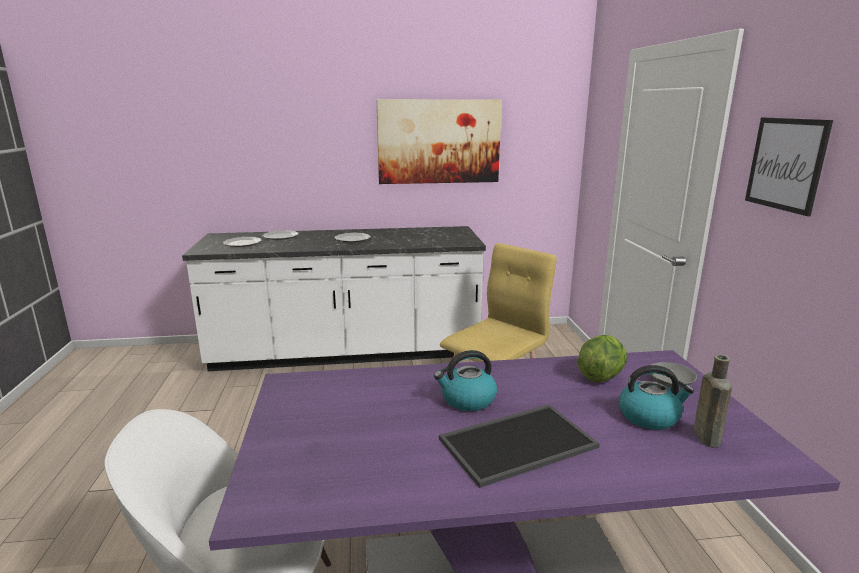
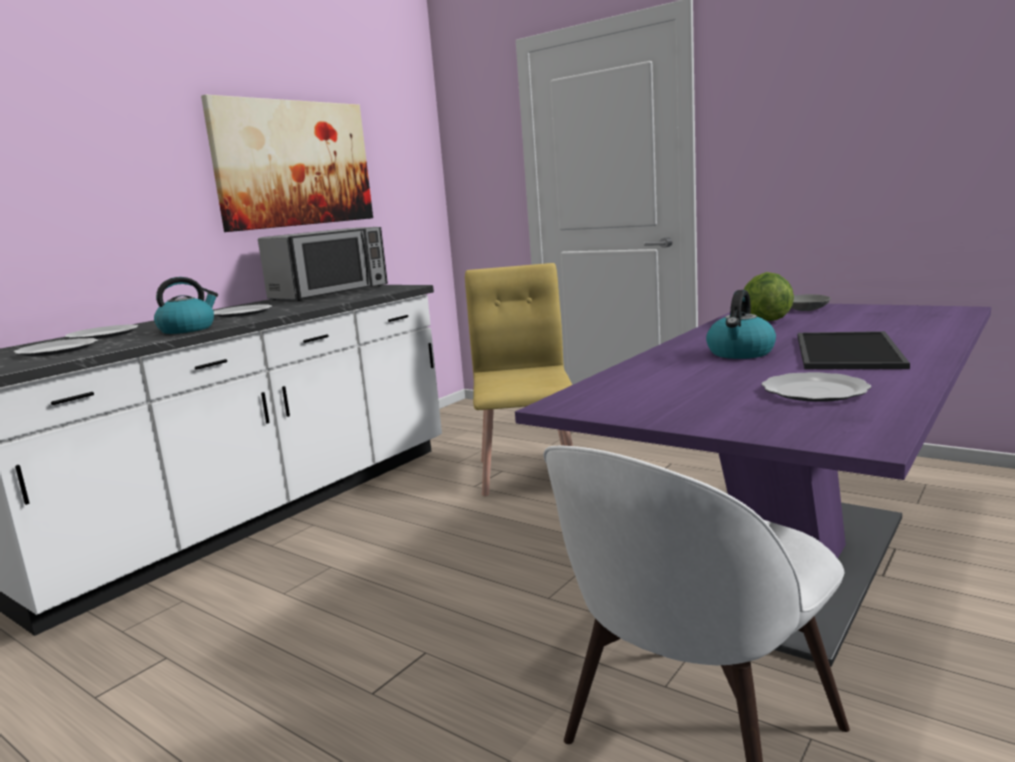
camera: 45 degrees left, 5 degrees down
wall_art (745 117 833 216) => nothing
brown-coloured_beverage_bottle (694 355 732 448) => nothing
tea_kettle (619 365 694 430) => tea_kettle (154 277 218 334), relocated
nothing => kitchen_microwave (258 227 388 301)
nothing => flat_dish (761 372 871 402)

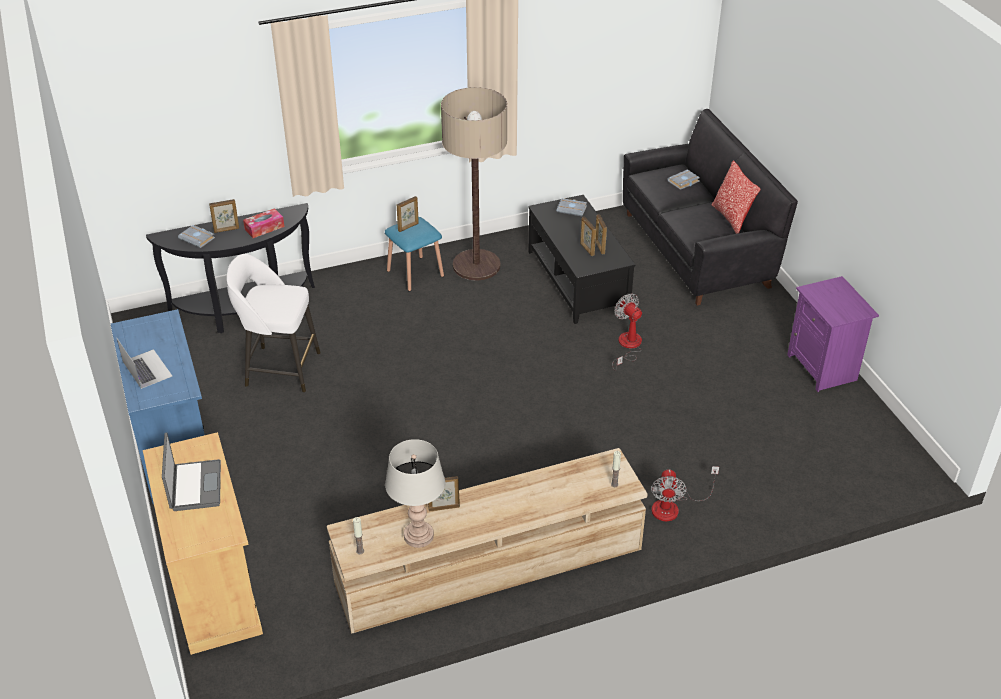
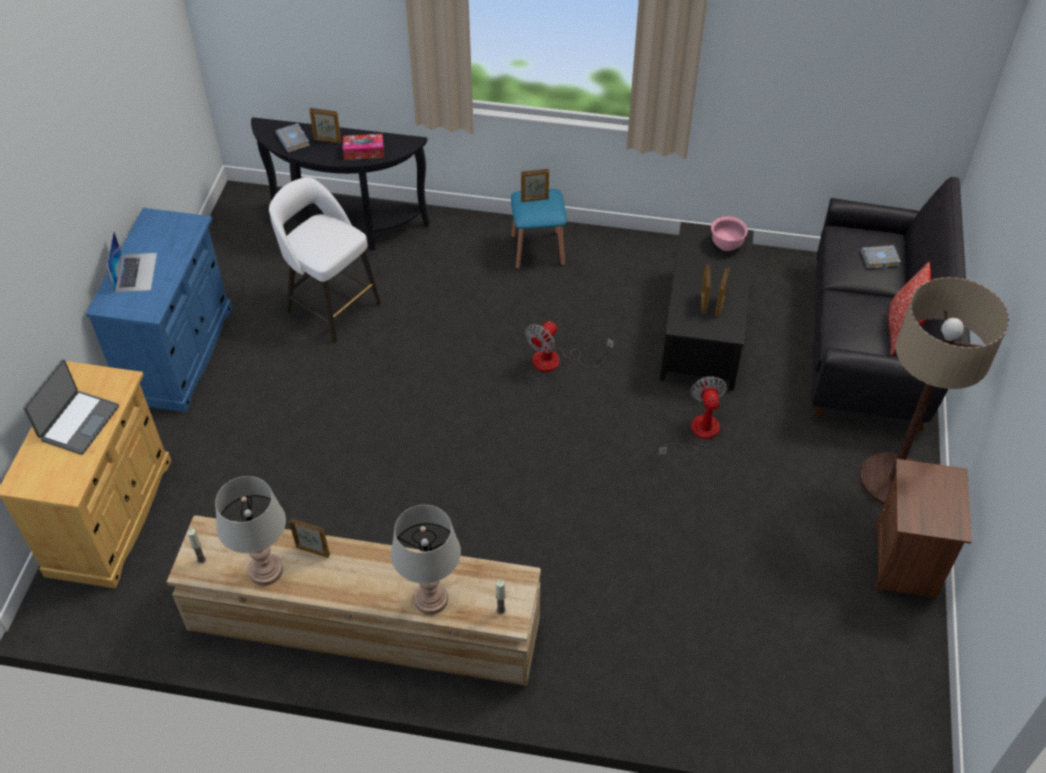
camera: 30 degrees right, 10 degrees up
standard_lamp (441 87 507 281) => standard_lamp (860 277 1009 505), relocated
greyish_volume (557 198 587 216) => pink_serving_bowl (711 216 748 251)
purple-coloured_nightstand (787 276 879 392) => brown-coloured_nightstand (875 459 972 598)
cooling_fan (651 466 719 521) => cooling_fan (525 321 614 372), relocated
nothing => greyish_tabletop_lamp (391 505 461 615)

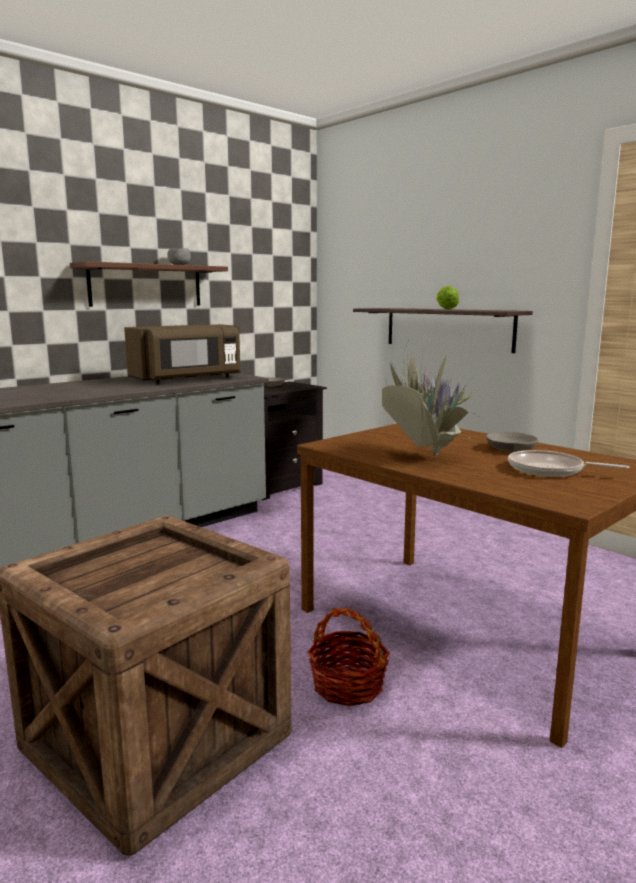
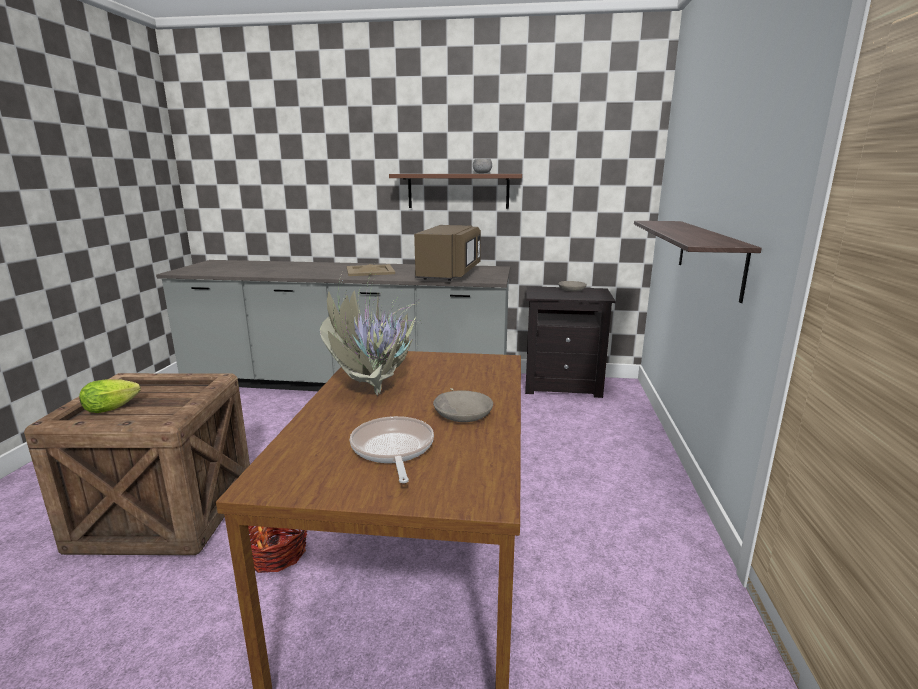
camera: 50 degrees right, 5 degrees up
head_of_lettuce (436 286 459 310) => head_of_lettuce (79 379 140 413), relocated
brown-coloured_kitchen_microwave (124 324 241 383) => brown-coloured_kitchen_microwave (414 225 481 281), 90 degrees counterclockwise
nothing => beige_carrying_tray (347 264 395 276)

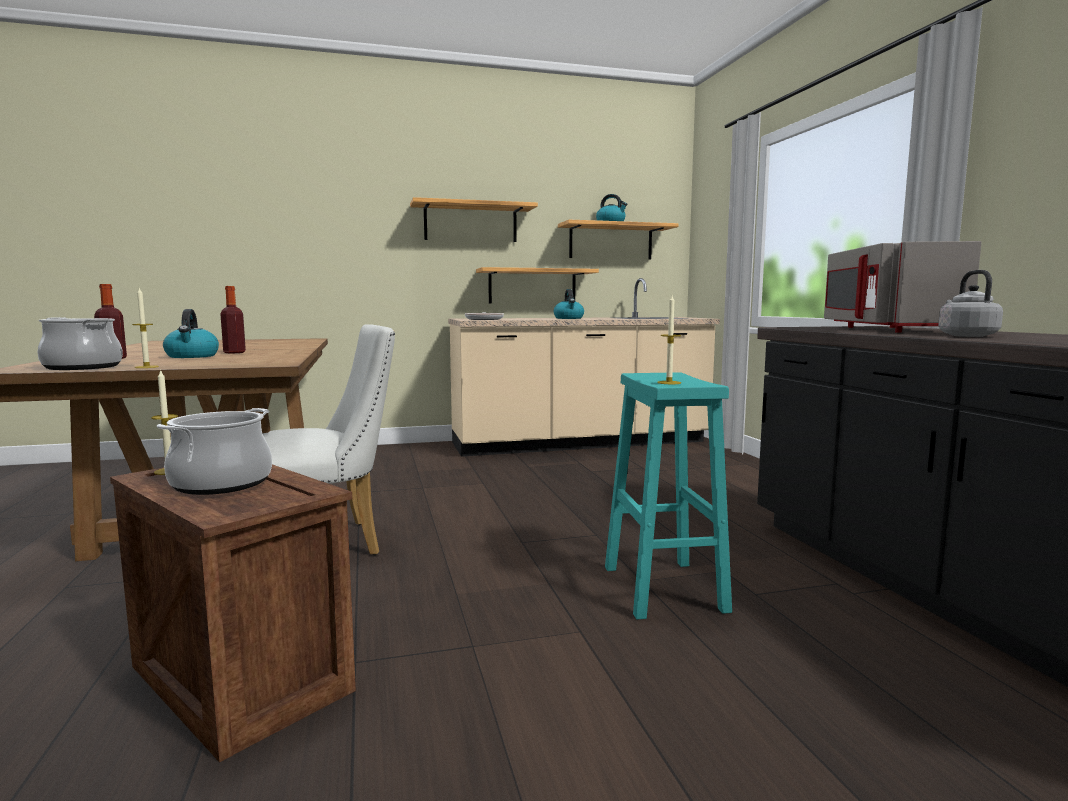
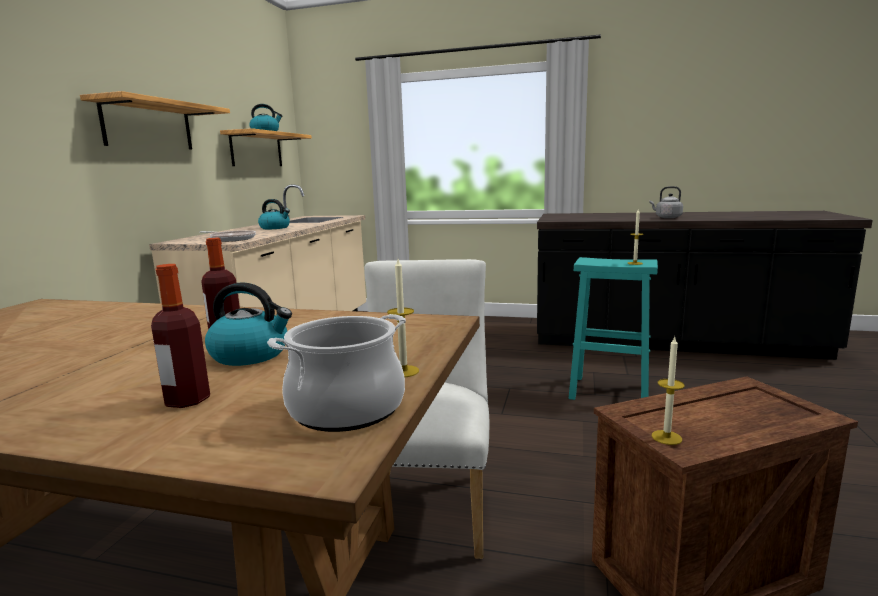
camera: 60 degrees left, 5 degrees up
greyish_kitchen_microwave (824 241 982 333) => nothing
shelf (476 267 599 303) => nothing
stockpot (157 408 272 495) => nothing

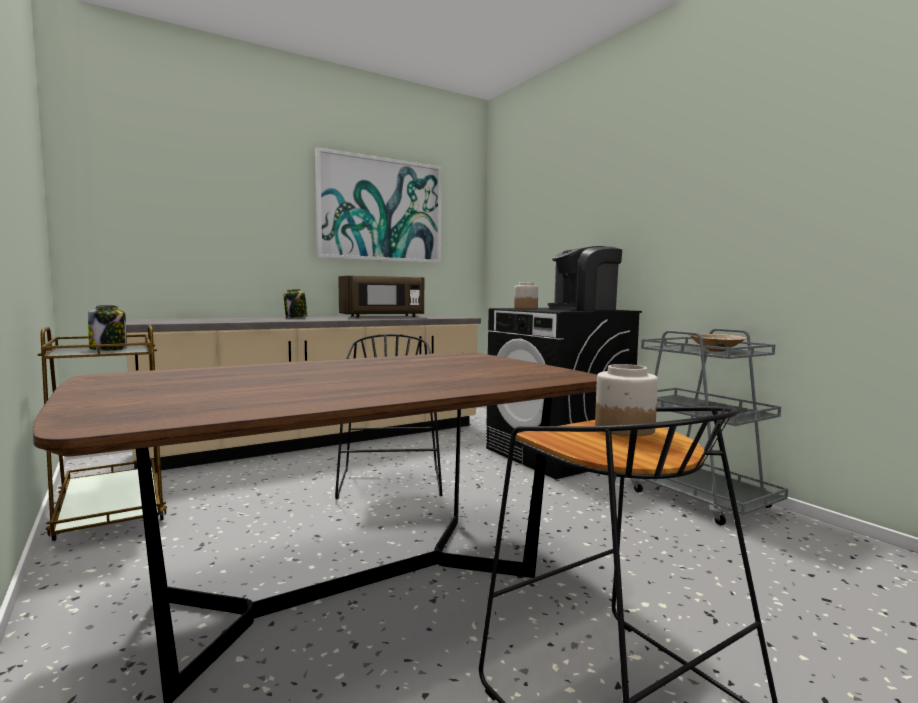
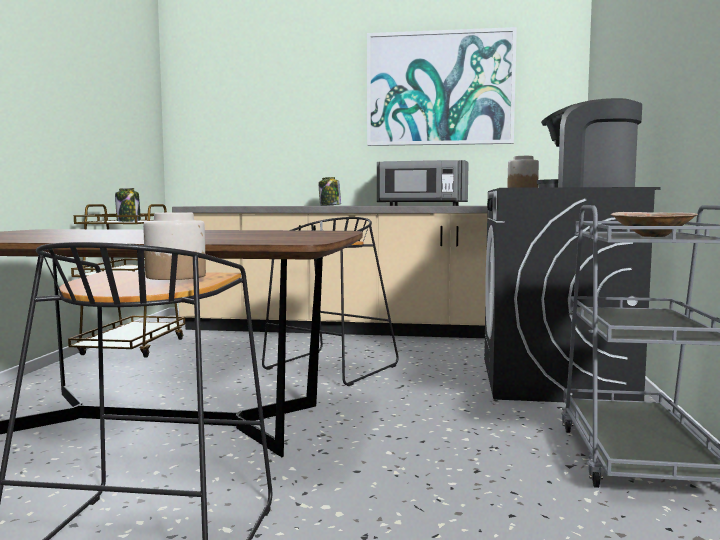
camera: 40 degrees right, 0 degrees up
brown-coloured_kitchen_microwave (338 276 424 317) => greyish_kitchen_microwave (377 160 469 206)

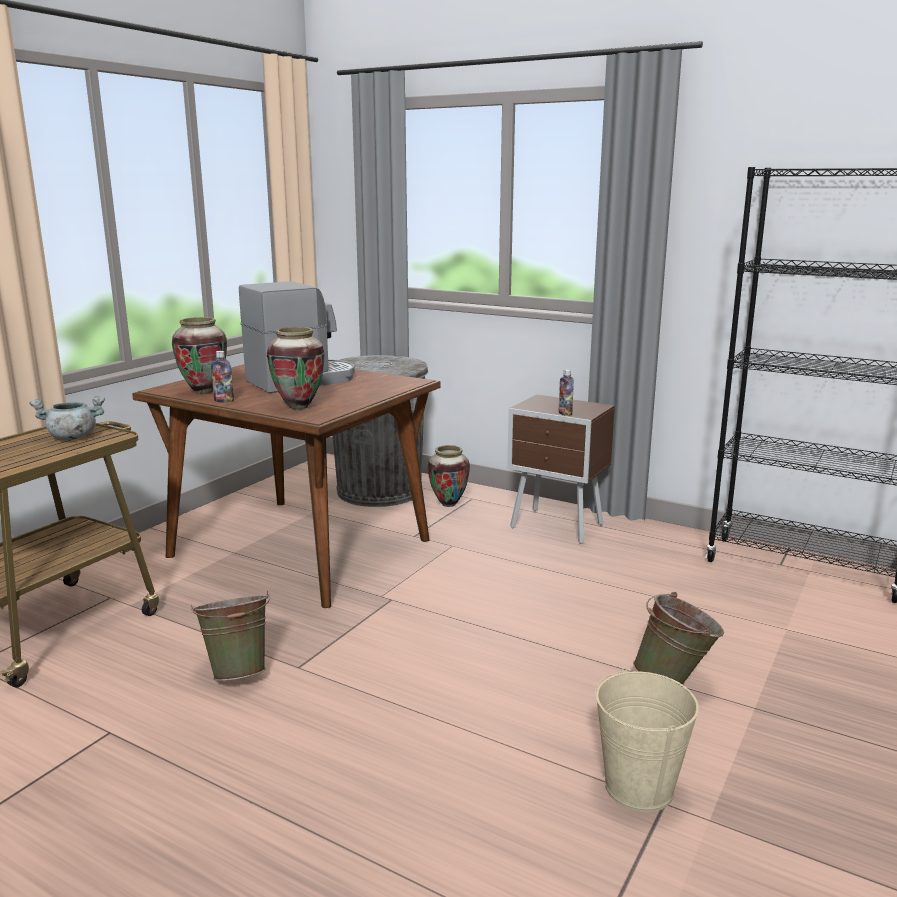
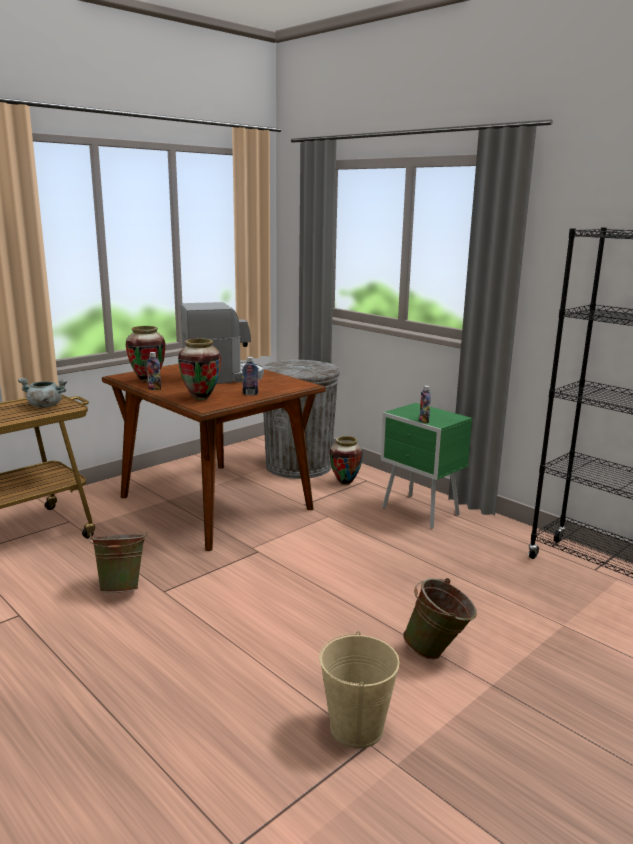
camera: 15 degrees right, 0 degrees up
brown-coloured_nightstand (507 394 615 544) => green_nightstand (381 403 472 529)
nothing => beverage_bottle (242 357 259 395)

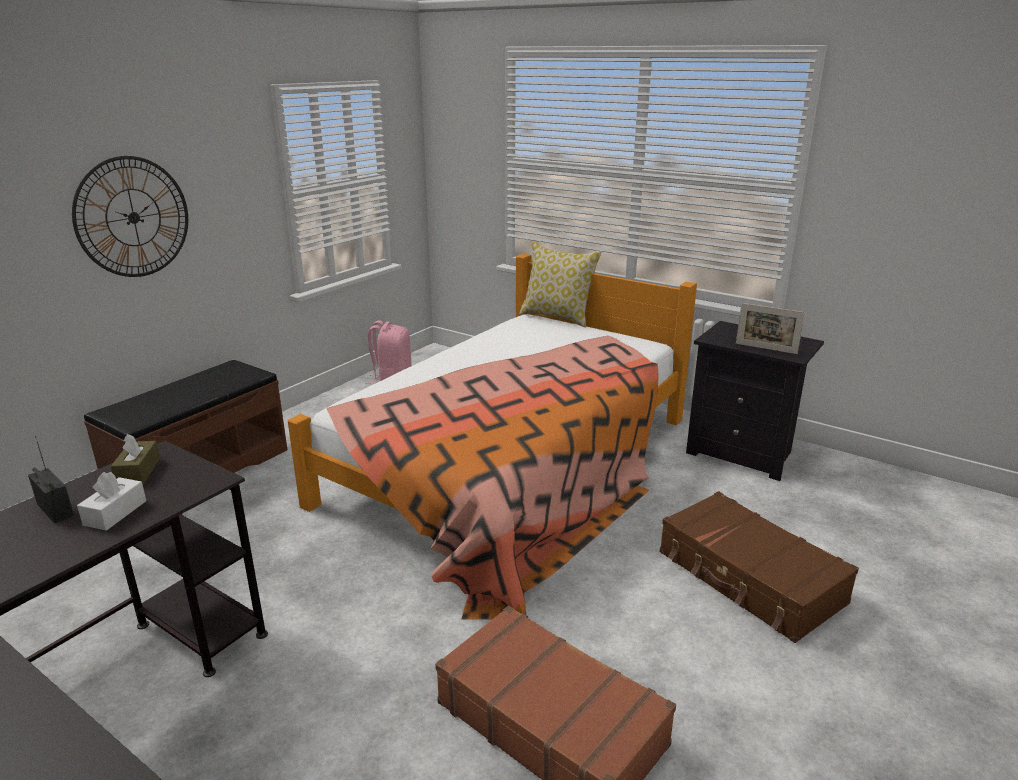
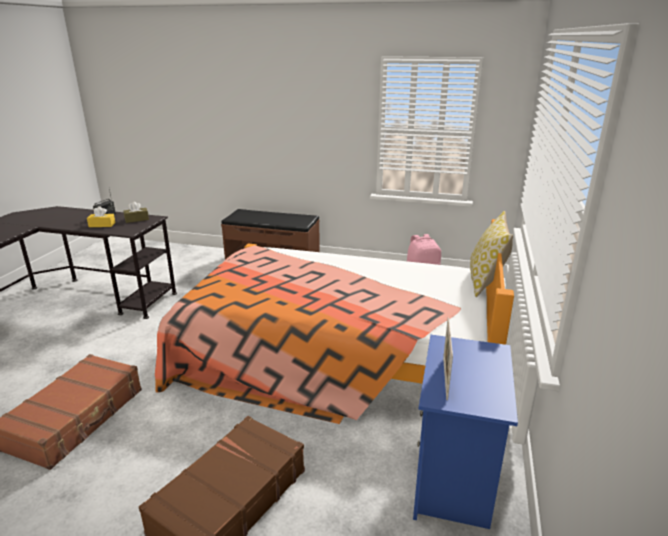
camera: 70 degrees right, 0 degrees up
clock_on_the_wall (72 156 188 277) => nothing
blackish_nightstand (686 321 824 481) => bluish_nightstand (413 335 518 529)
whitish_tissue_box (77 472 146 531) => yellow-coloured_tissue_box (87 206 115 227)

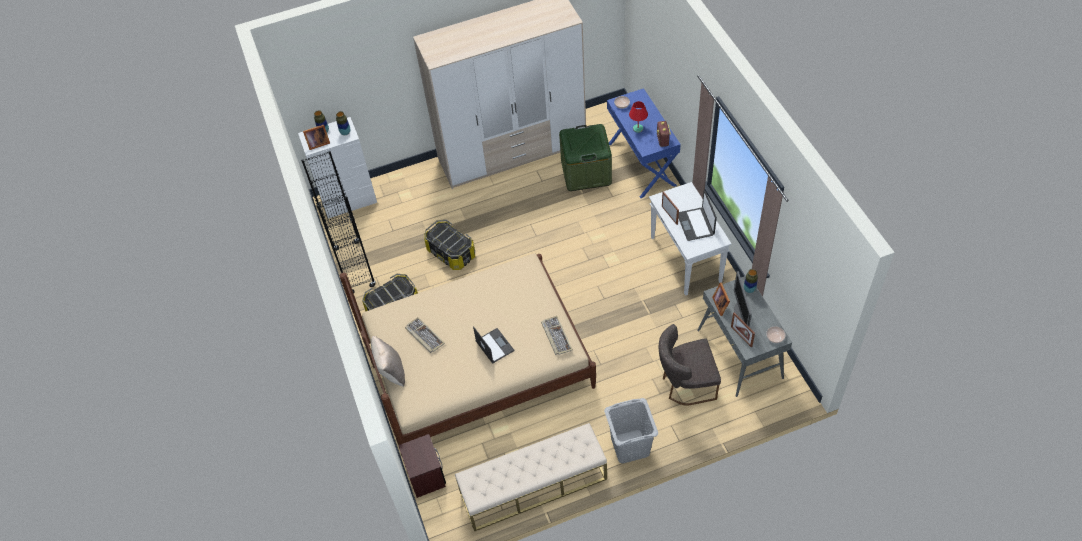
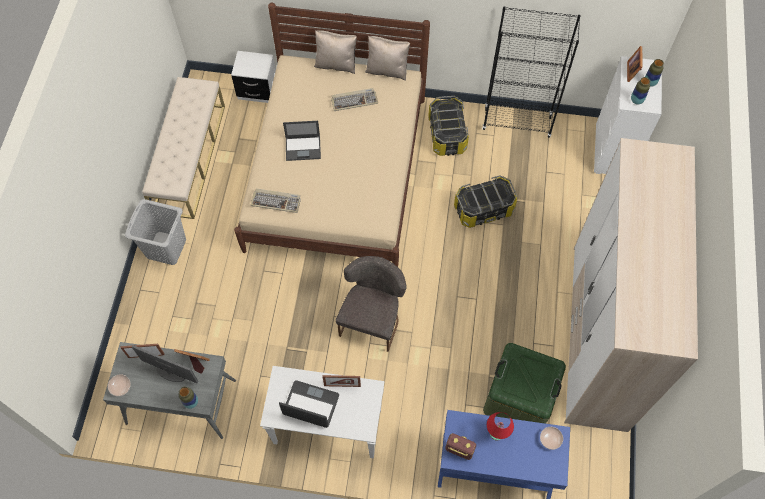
camera: 115 degrees right, 10 degrees up
greyish_upright_chair (659 324 721 406) => greyish_upright_chair (336 256 407 352), relocated
brown-coloured_nightstand (398 434 446 498) => whitish_nightstand (231 51 276 103)
nothing => beige_throw_pillow (365 36 410 80)

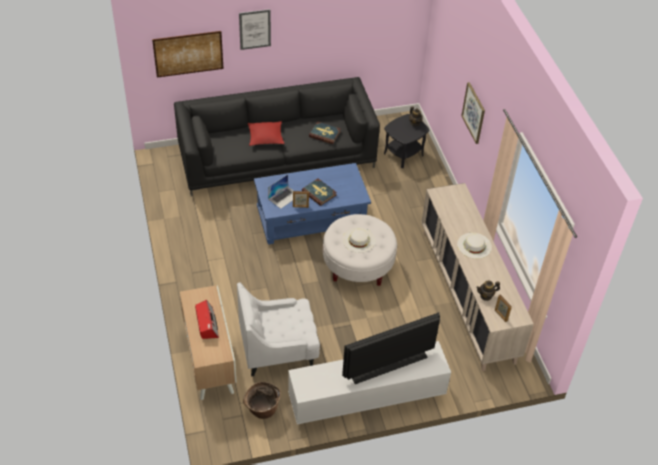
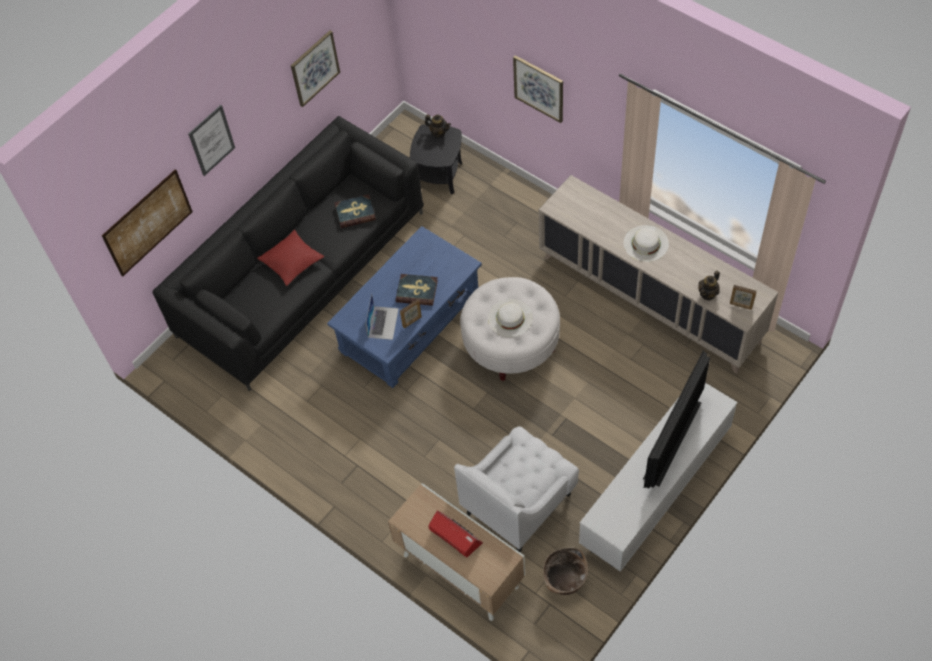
camera: 30 degrees left, 10 degrees up
nothing => wall_art (291 30 340 107)

